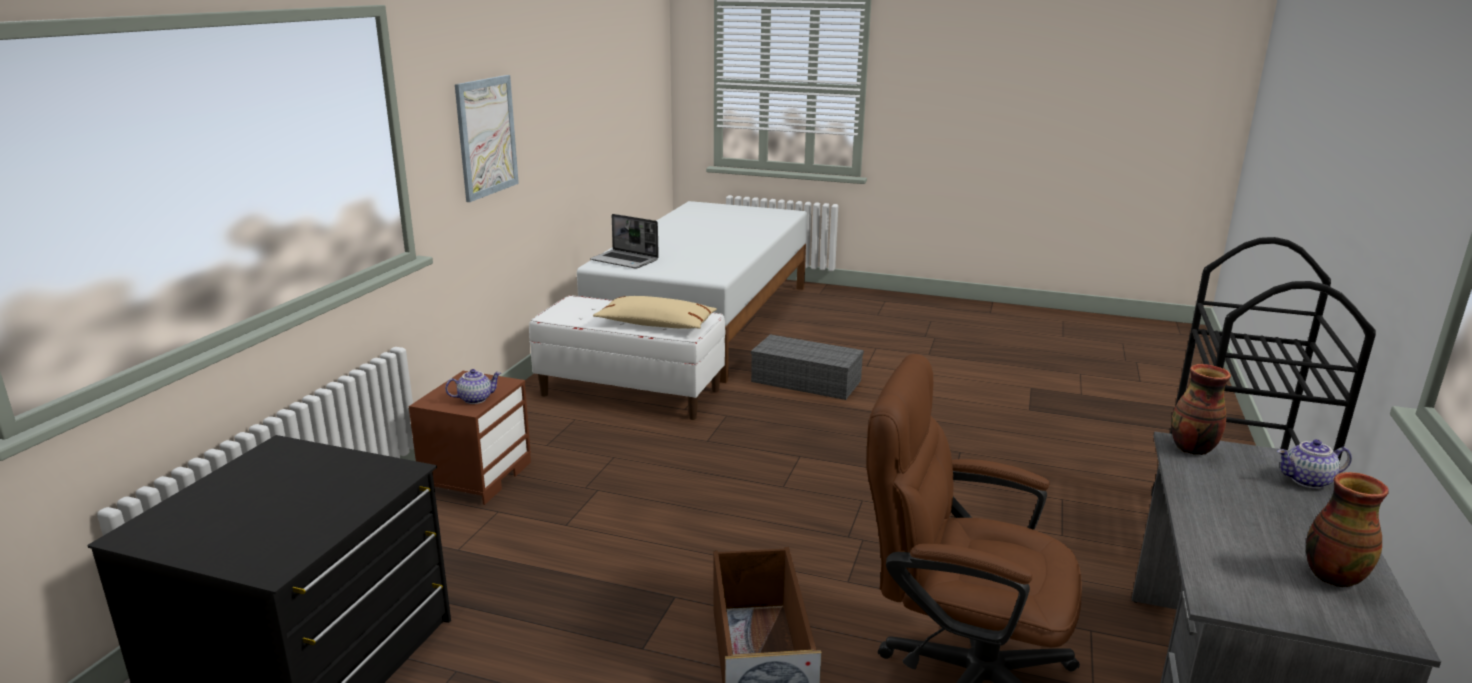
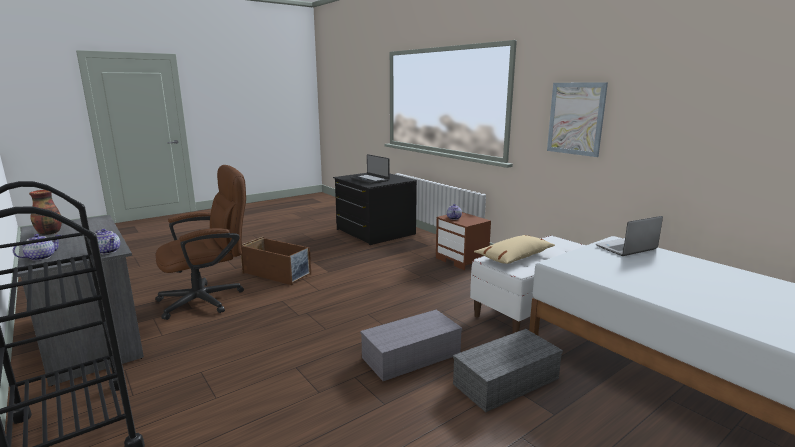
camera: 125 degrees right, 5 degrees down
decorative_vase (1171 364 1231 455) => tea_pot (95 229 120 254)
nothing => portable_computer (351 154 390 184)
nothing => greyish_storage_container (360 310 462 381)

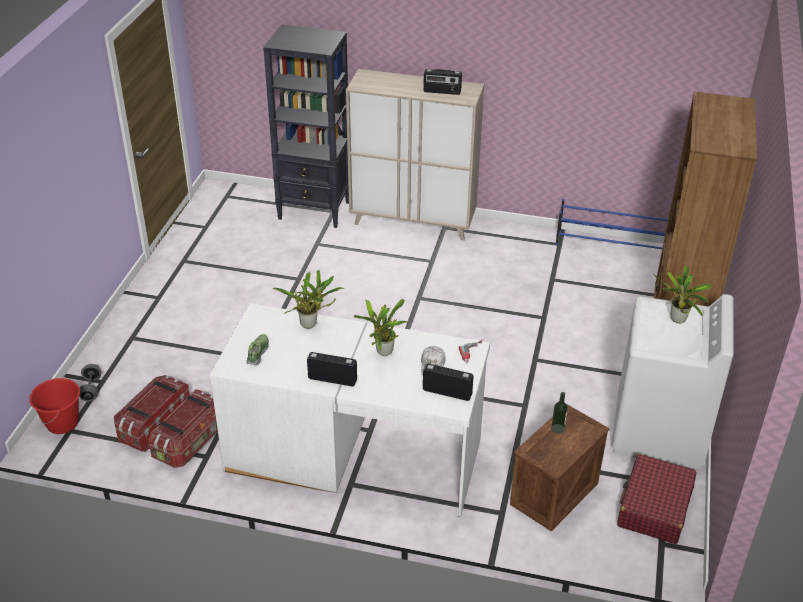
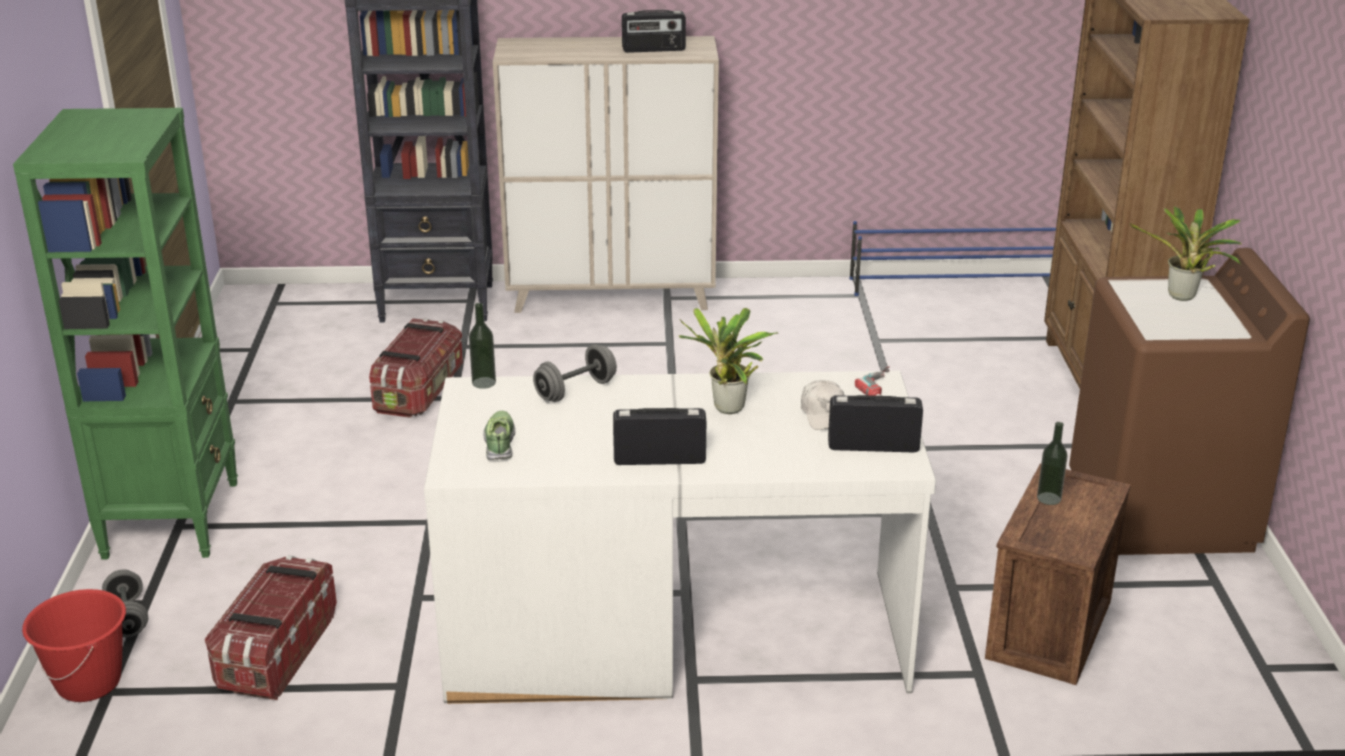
camera: 15 degrees left, 10 degrees down
houseplant (273 270 344 329) => greyish_free_weight (533 344 617 402)
whitish_laundry_appliance (612 294 734 469) => brown-coloured_laundry_appliance (1069 248 1310 555)
storage_container (148 389 218 468) => storage_container (369 318 463 418), relocated
reddish_piece_of_luggage (617 454 697 544) => nothing
nothing => green_bookshelf (13 108 238 559)
nothing => beverage_bottle (469 303 496 389)

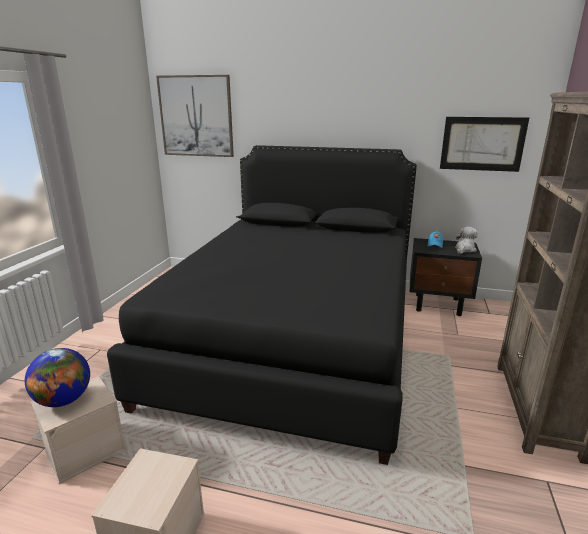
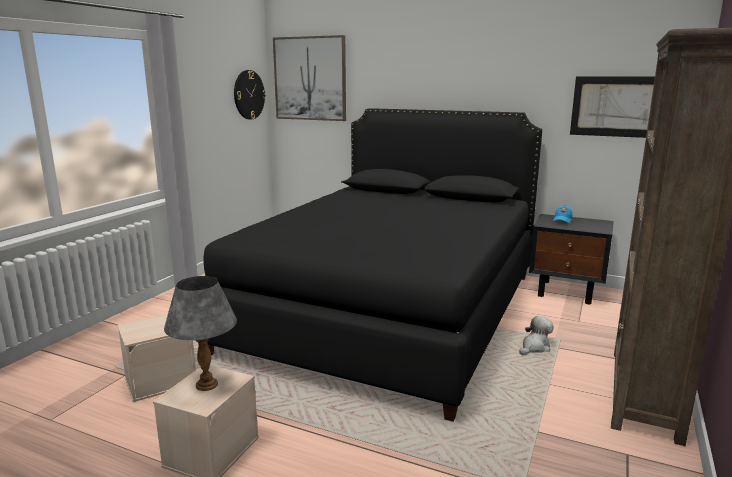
camera: 10 degrees right, 5 degrees down
plush_toy (455 227 478 254) => plush_toy (519 316 554 355), relocated
globe (25 348 90 407) => nothing
nothing => clock_on_the_wall (234 70 266 120)
nothing => greyish_tabletop_lamp (164 276 237 391)

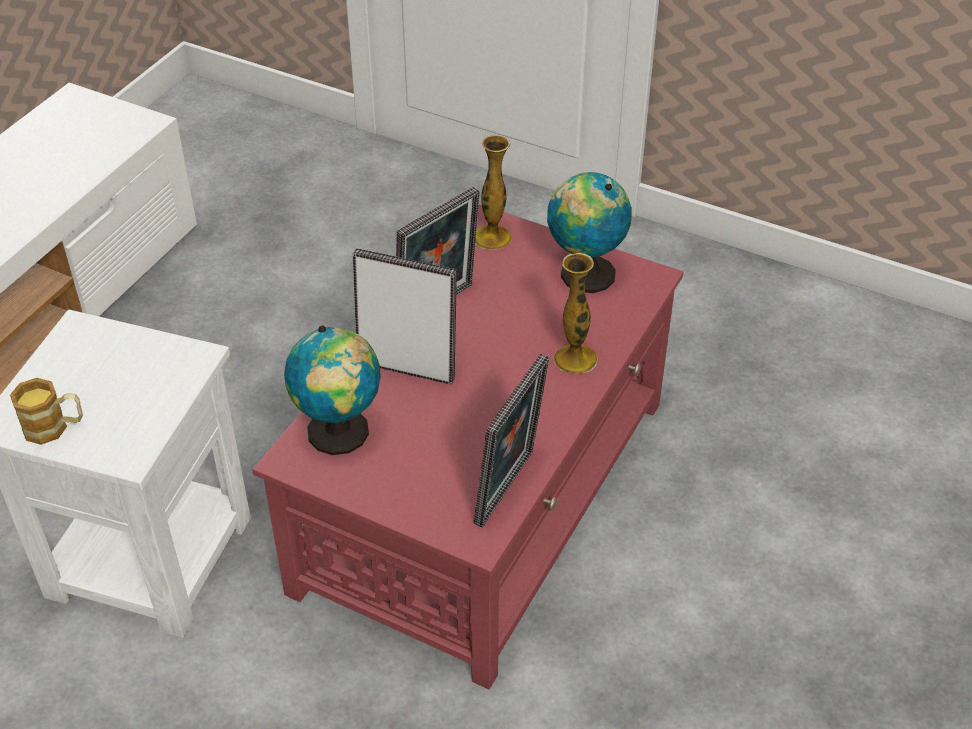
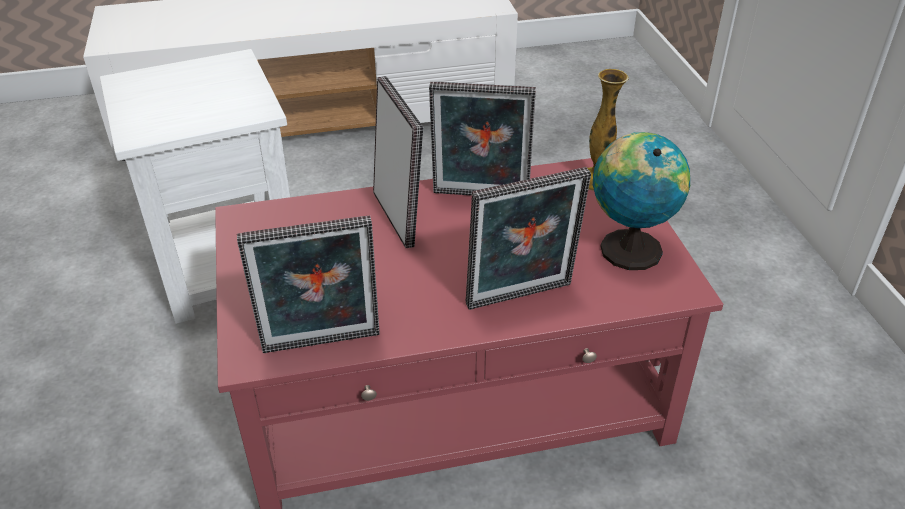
camera: 50 degrees right, 5 degrees down
decorative_vase (554 253 598 374) => picture_frame (466 167 591 310)
globe (284 326 381 455) => nothing
tea_mug (10 378 83 445) => nothing

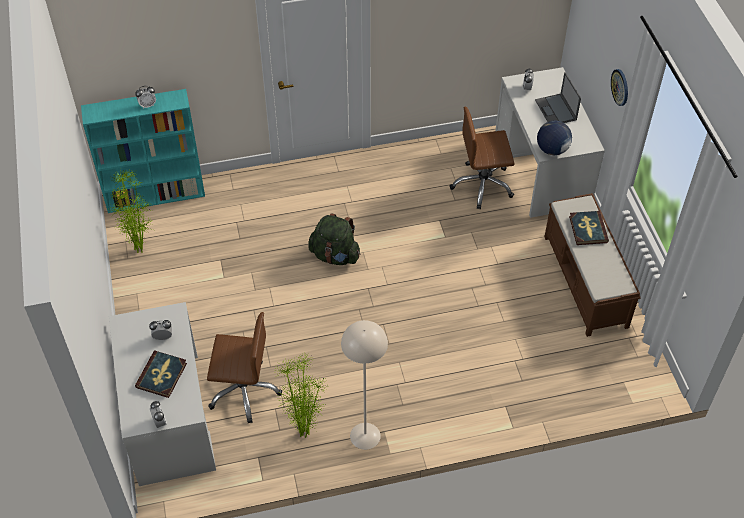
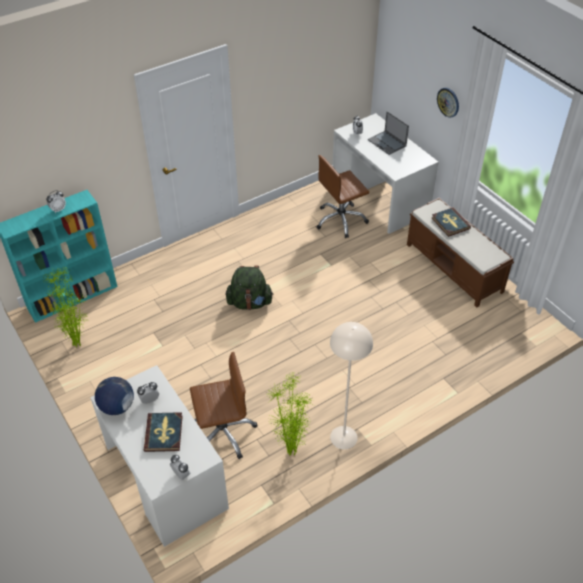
camera: 20 degrees left, 5 degrees down
globe (537 120 572 155) => globe (95 377 134 415), relocated

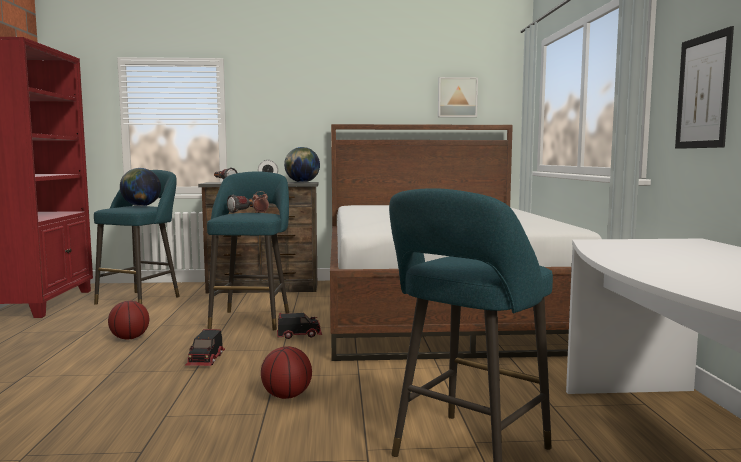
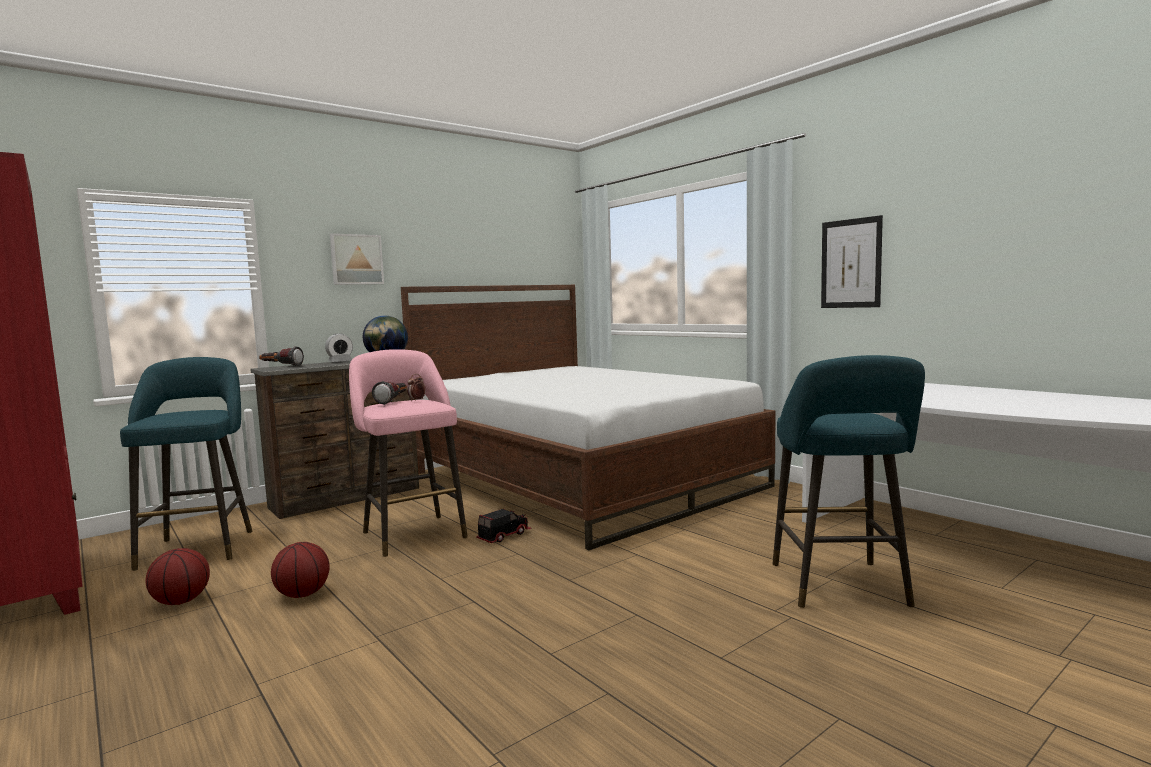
camera: 35 degrees left, 0 degrees up
wall_art (438 77 478 117) => wall_art (330 233 384 285), relocated
globe (120 168 161 206) => nothing
turquoise-coloured_sitting_stool (207 171 289 330) => pink_sitting_stool (349 349 468 557)
toy_lorry (185 329 225 366) => nothing
basketball_ball (261 346 312 399) => basketball_ball (146 548 210 605), relocated

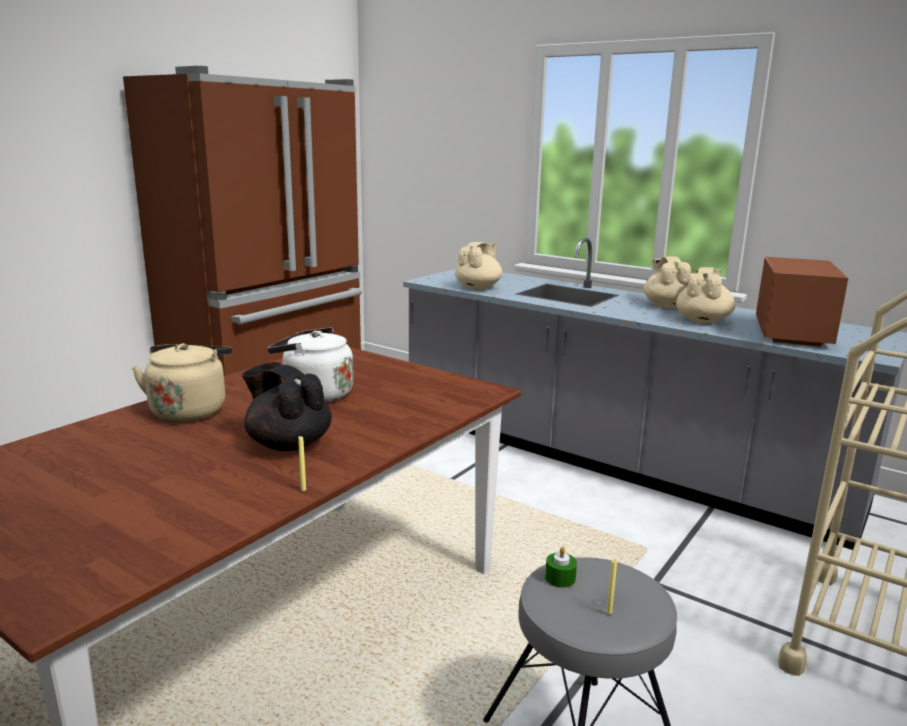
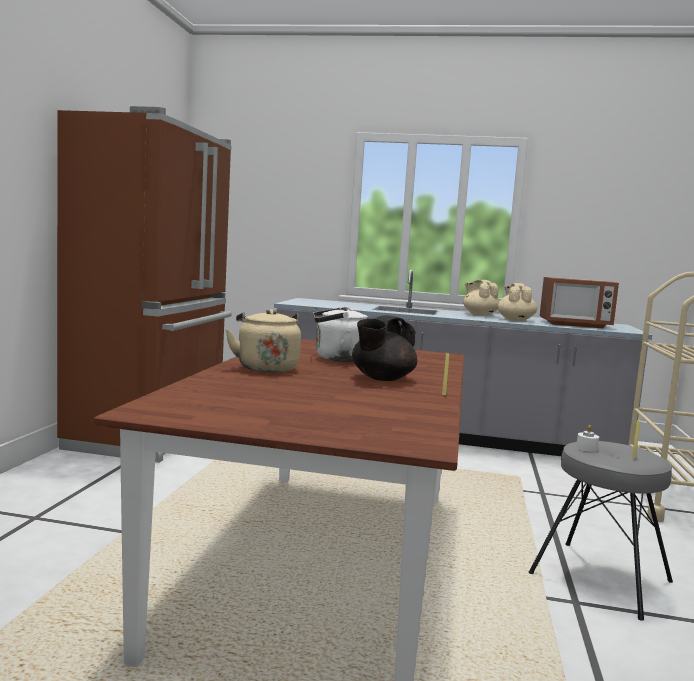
camera: 25 degrees left, 10 degrees down
beige_tea_pot (455 242 502 289) => nothing
kitchen_microwave (756 257 848 347) => kitchen_microwave (540 277 619 328), 105 degrees clockwise
blackish_tea_pot (242 362 332 451) => blackish_tea_pot (352 315 417 381), 60 degrees counterclockwise
green_candle (545 547 577 588) => whitish_candle (576 425 599 452)

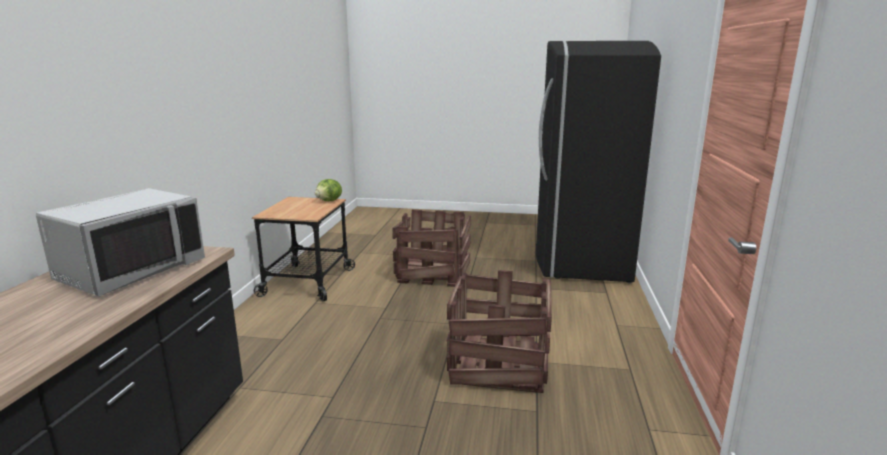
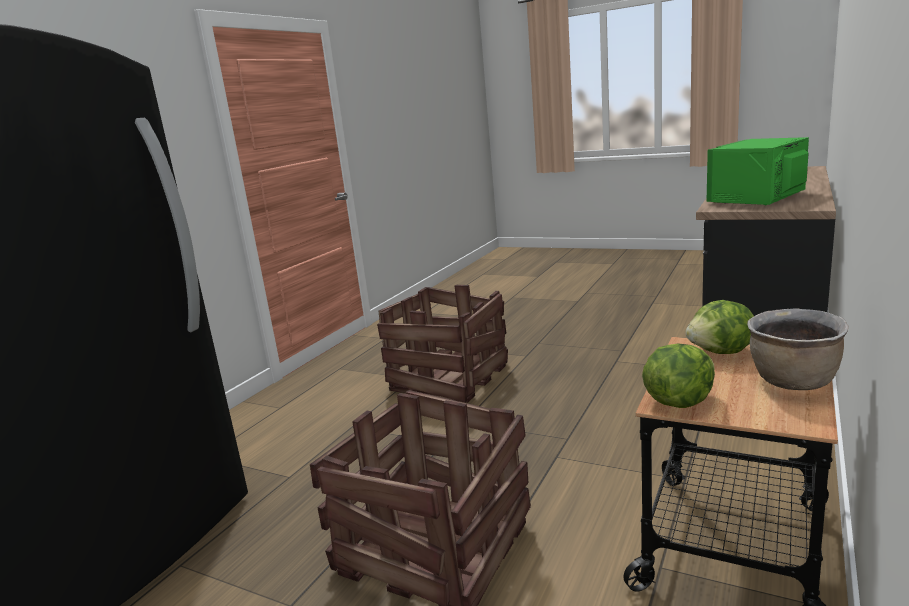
camera: 160 degrees left, 0 degrees up
greyish_kitchen_microwave (36 188 205 296) => green_kitchen_microwave (706 137 809 206)
nothing => head_of_lettuce (685 300 754 354)
nothing => brown-coloured_stockpot (747 308 849 390)

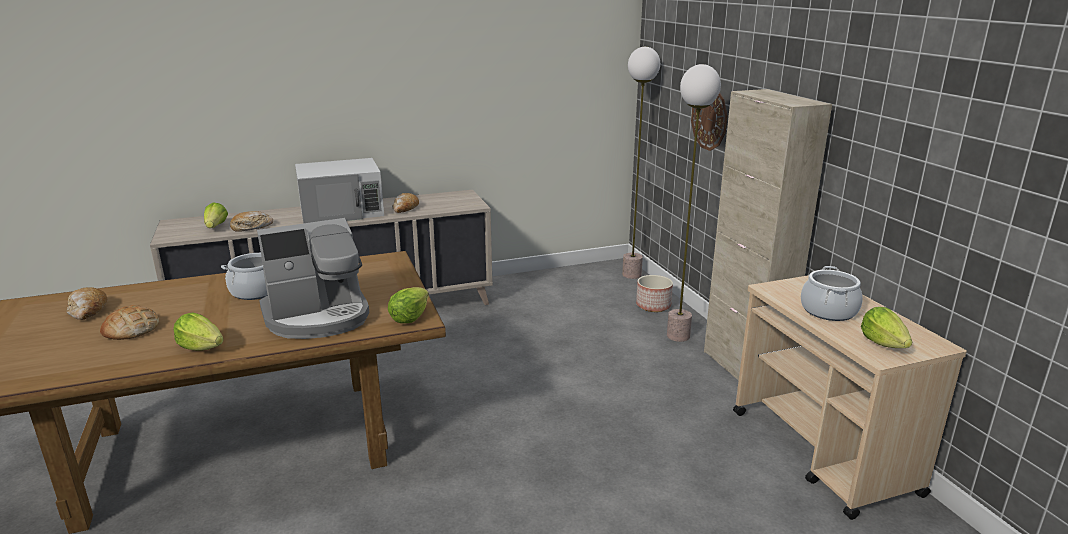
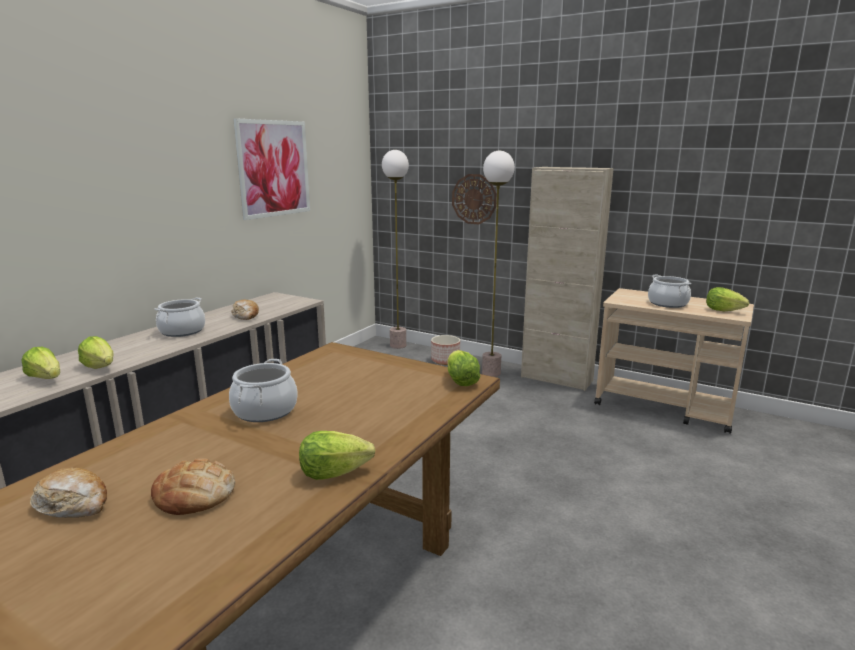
camera: 40 degrees left, 5 degrees down
whitish_kitchen_microwave (295 158 384 223) => stockpot (154 298 205 337)
baked_bread (230 211 273 232) => head_of_lettuce (78 336 114 369)
coffee_maker (257 218 369 339) => nothing
nothing => wall_art (233 118 310 220)

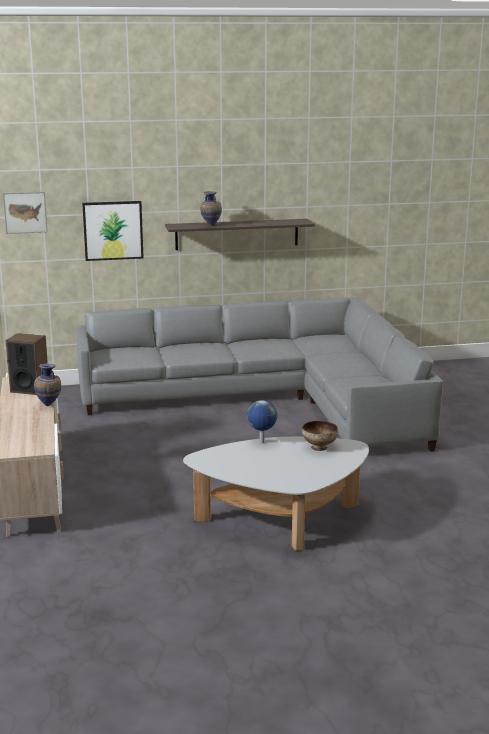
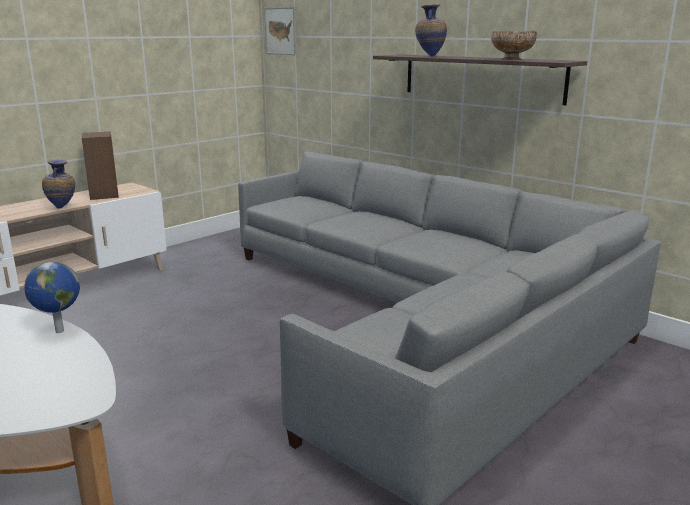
camera: 55 degrees right, 0 degrees up
wall_art (82 201 144 261) => nothing
serving_bowl (302 420 338 451) => serving_bowl (491 31 537 60), relocated

